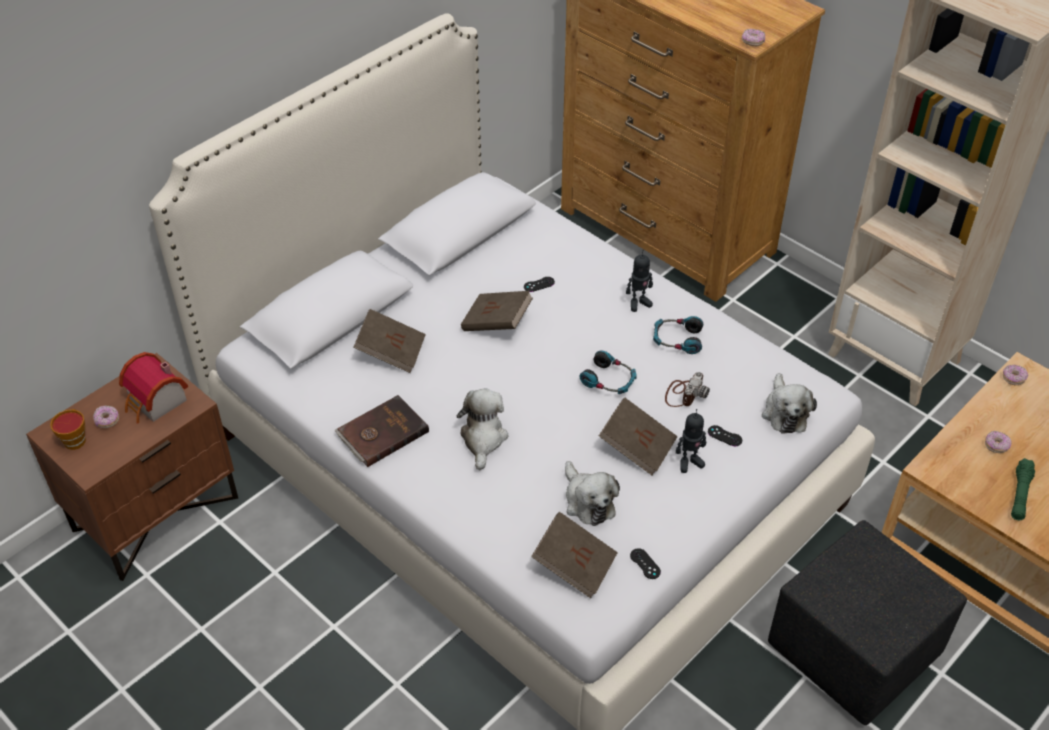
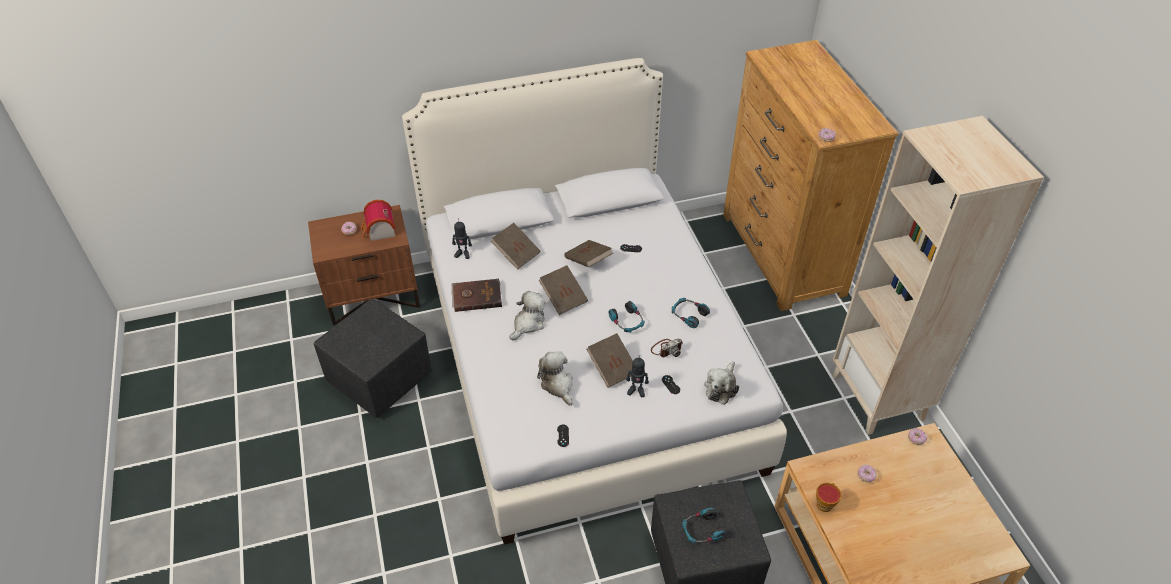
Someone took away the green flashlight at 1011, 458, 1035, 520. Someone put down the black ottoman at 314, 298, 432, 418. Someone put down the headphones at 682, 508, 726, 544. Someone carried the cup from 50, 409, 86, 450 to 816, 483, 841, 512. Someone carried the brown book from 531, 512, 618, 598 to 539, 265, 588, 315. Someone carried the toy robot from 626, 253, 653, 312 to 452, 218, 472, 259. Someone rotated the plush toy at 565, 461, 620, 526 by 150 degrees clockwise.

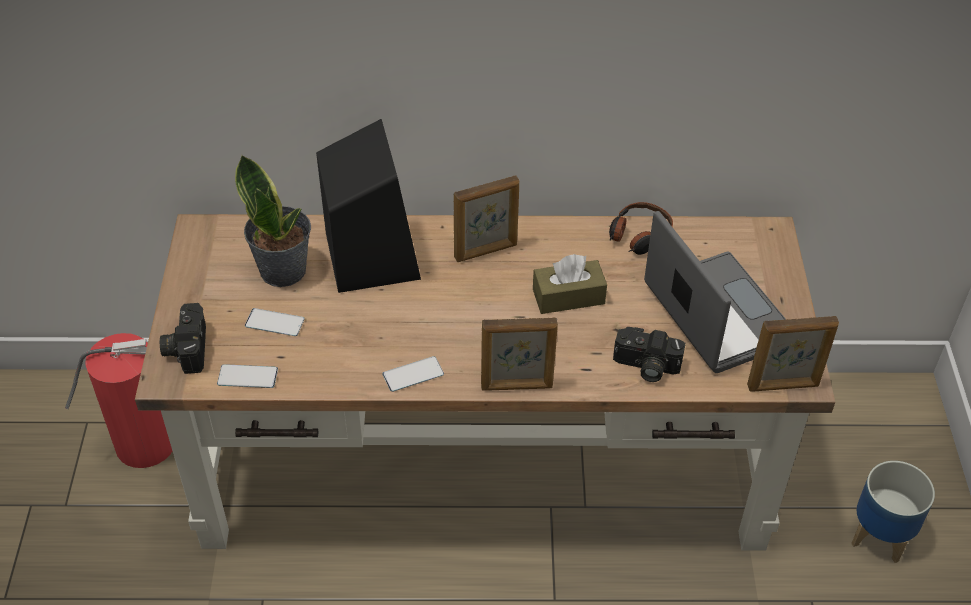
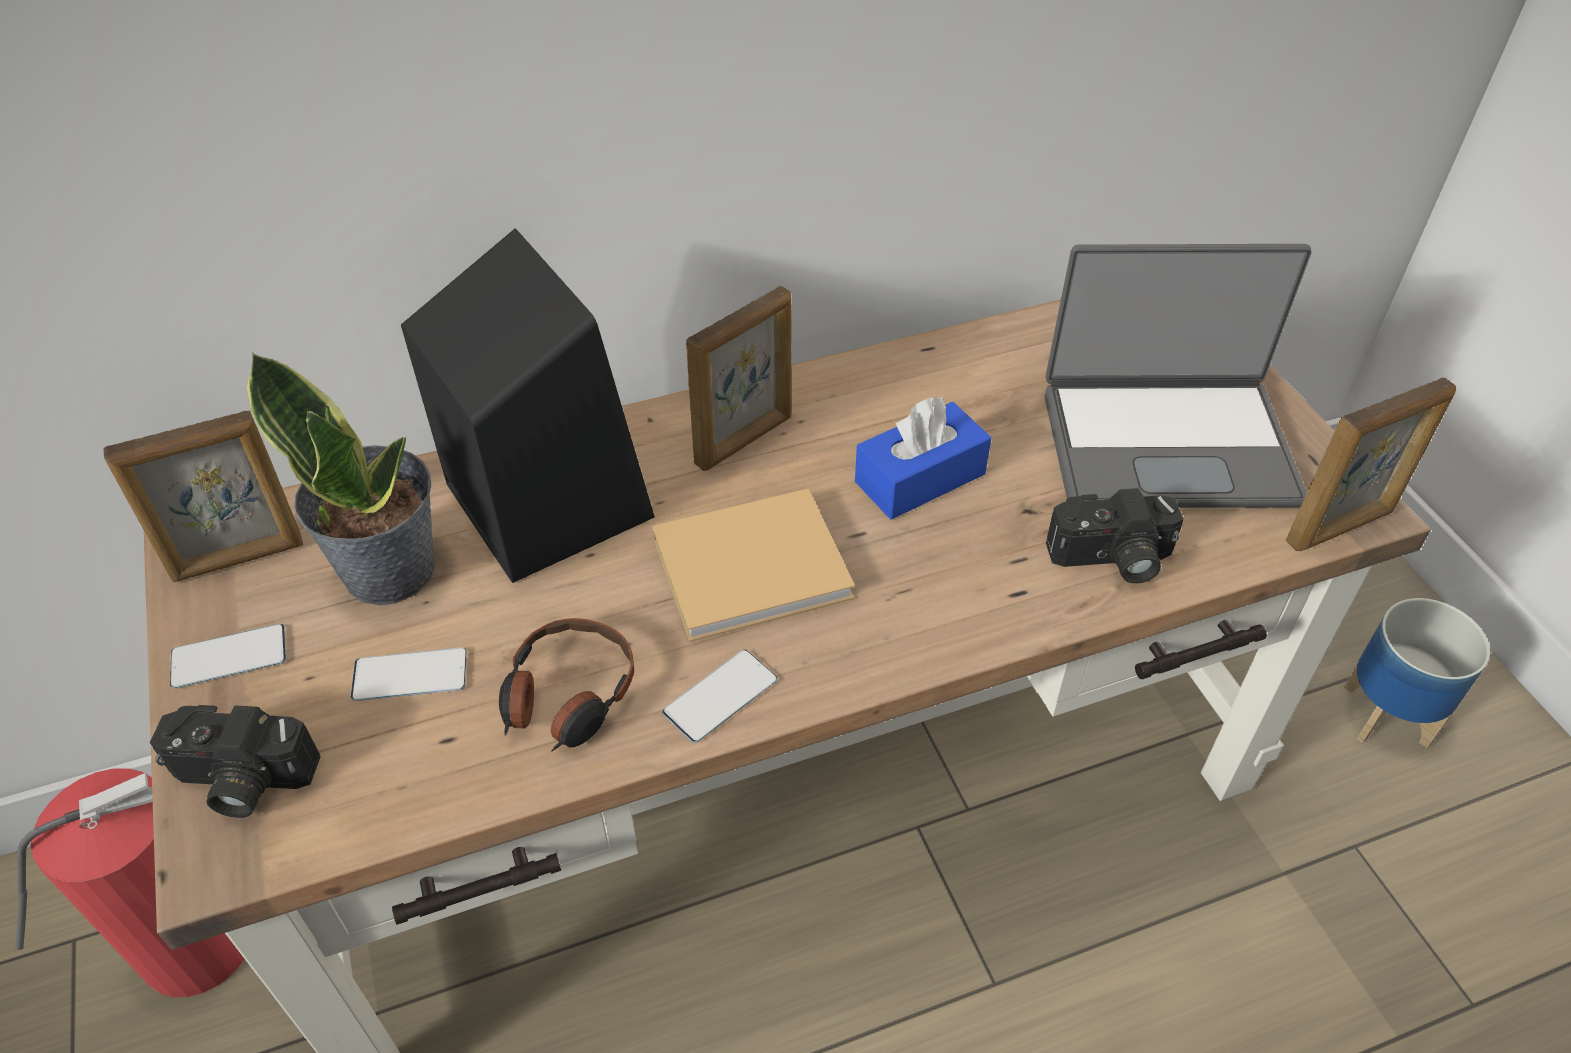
Someone put down the beige book at 652, 489, 855, 642. Someone carried the phone from 217, 364, 278, 388 to 170, 624, 287, 689. Someone carried the picture frame from 481, 318, 558, 391 to 103, 411, 303, 582. Someone carried the headphones from 609, 202, 673, 255 to 499, 618, 634, 751. Someone repainted the brown tissue box at 533, 254, 607, 314, which became the blue tissue box at 855, 396, 992, 519. Someone rotated the photo camera at 160, 303, 206, 374 by 60 degrees counterclockwise. Someone rotated the laptop at 644, 211, 786, 373 by 135 degrees clockwise.

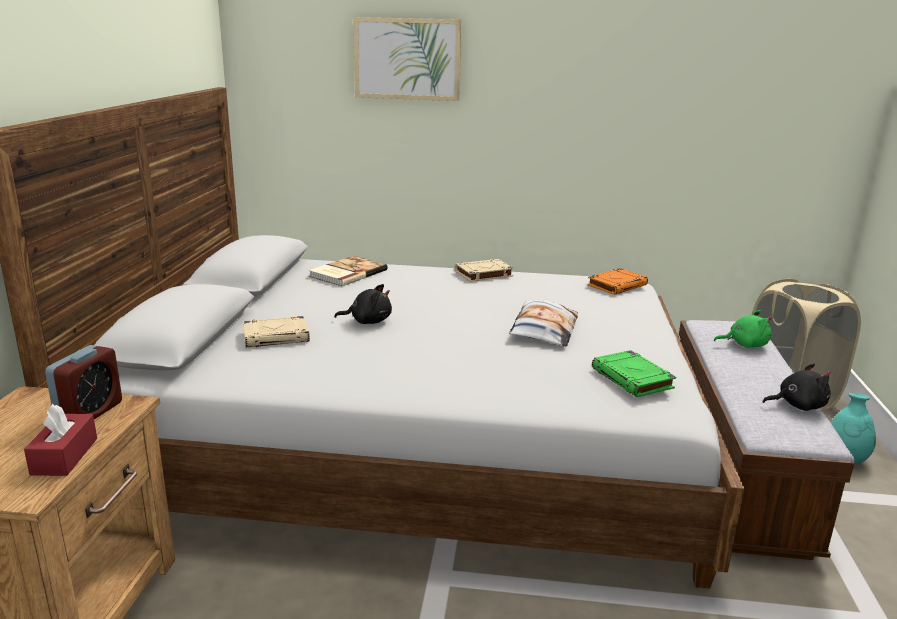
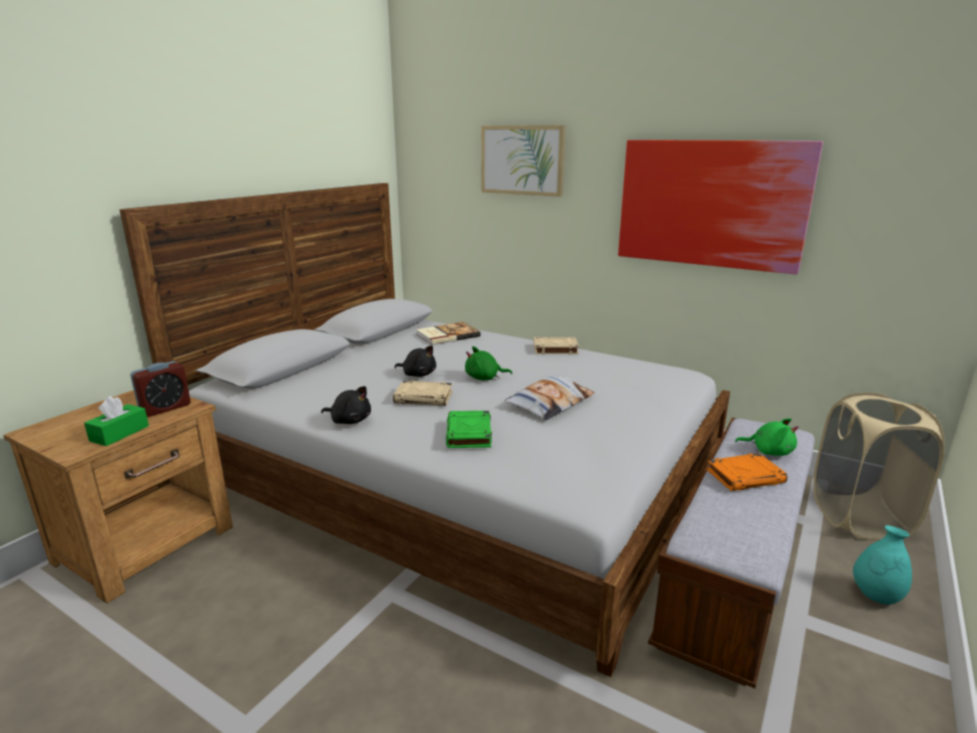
Someone put down the green plush toy at 465, 346, 512, 380. Someone put up the picture at 618, 140, 823, 274. Someone carried the beige book from 243, 316, 310, 347 to 393, 380, 453, 406. Someone carried the orange book from 587, 268, 648, 295 to 707, 453, 787, 491. Someone carried the green book from 592, 350, 676, 397 to 446, 411, 492, 448. Someone carried the black plush toy from 763, 363, 831, 411 to 321, 386, 371, 424. Someone repainted the red tissue box at 24, 404, 97, 476, which became the green tissue box at 84, 396, 149, 446.

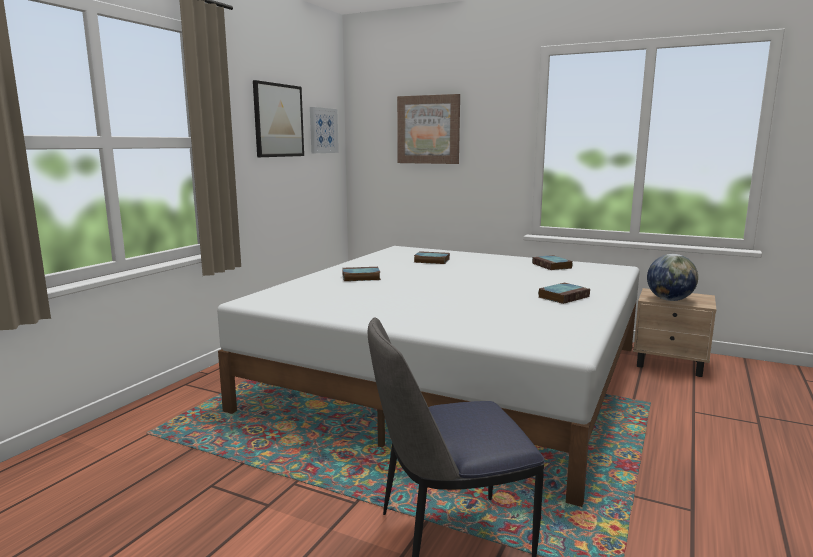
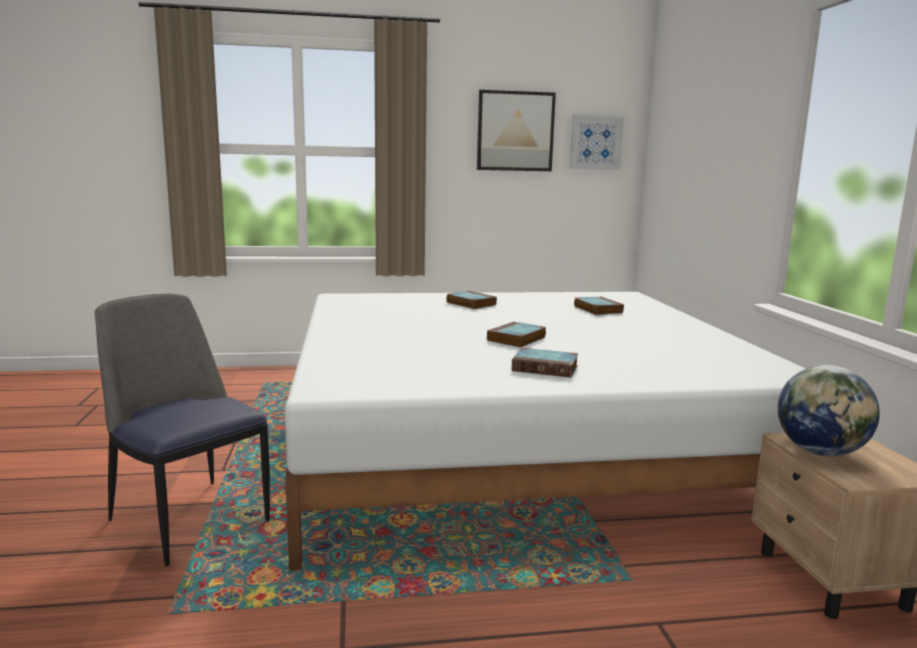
Someone took away the picture at 397, 94, 460, 164. Someone carried the book from 532, 255, 573, 270 to 487, 322, 546, 348.

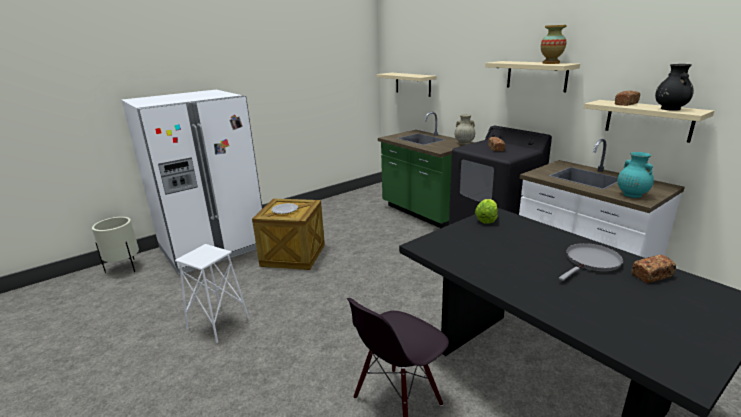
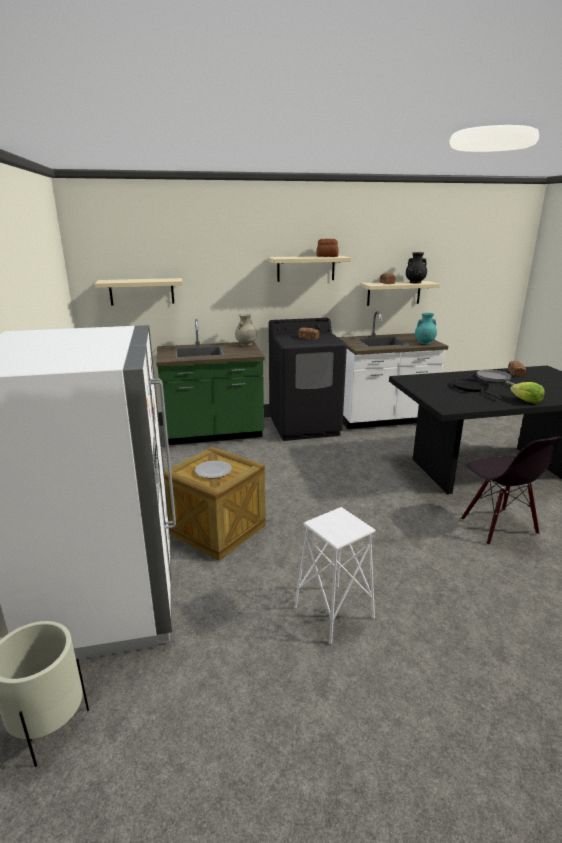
Someone put down the black frying pan at 453, 378, 502, 400. Someone carried the lettuce from 475, 199, 498, 224 to 510, 382, 545, 403. Someone swapped the vase at 541, 25, 566, 64 for the bread at 317, 239, 338, 257.

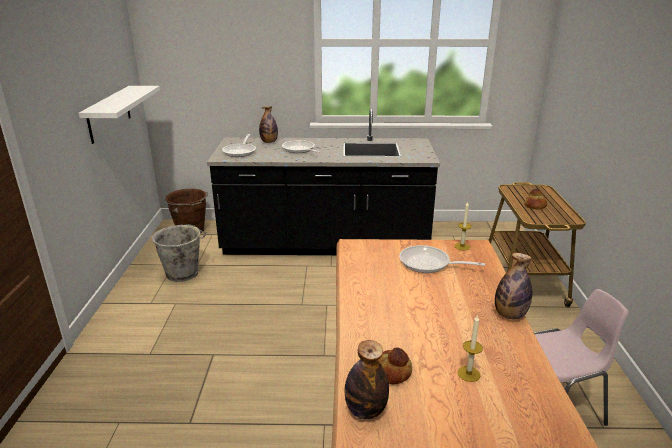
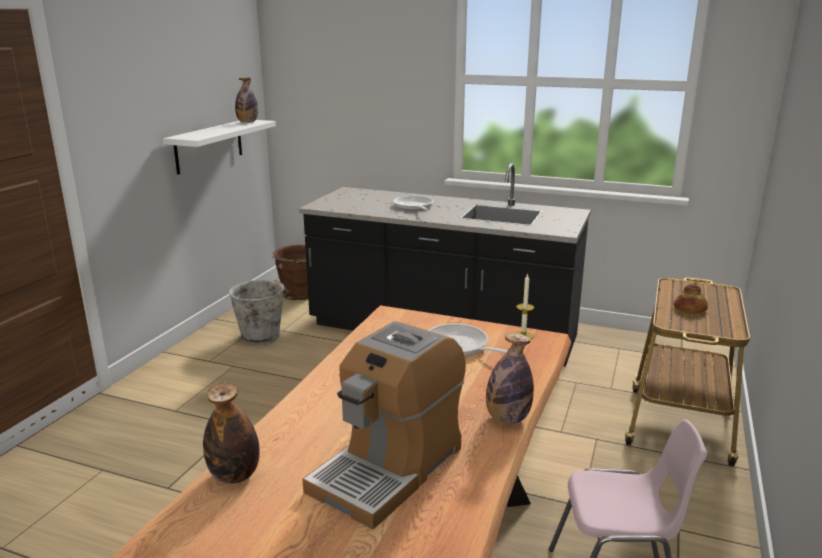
Someone took away the frying pan at 222, 134, 256, 157. Someone took away the bread at 378, 347, 412, 384. Someone carried the bottle from 259, 106, 278, 143 to 235, 78, 258, 123. Someone swapped the candle at 458, 315, 483, 382 for the coffee machine at 302, 321, 466, 529.

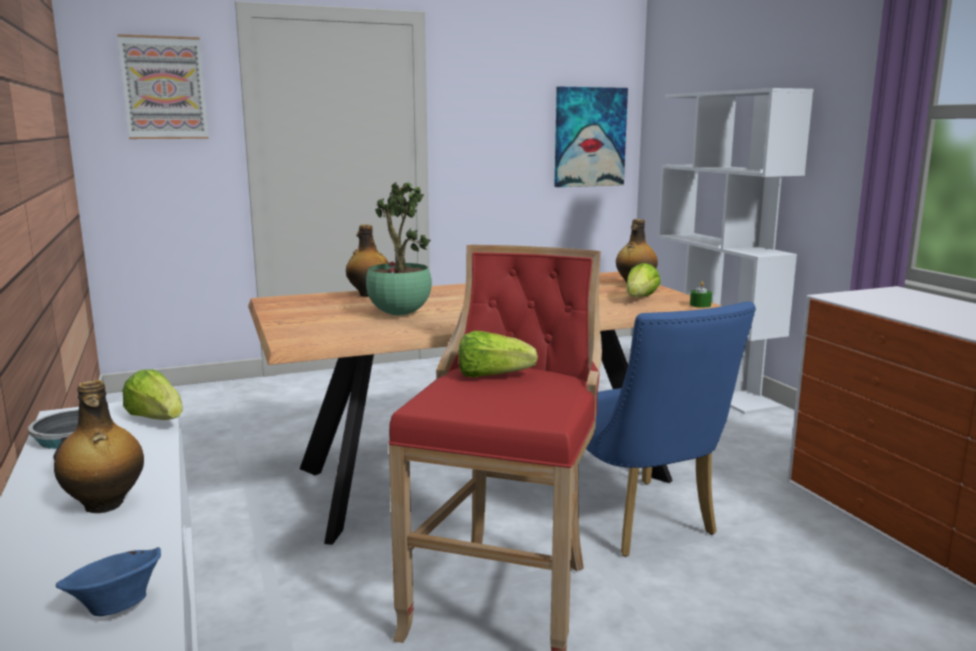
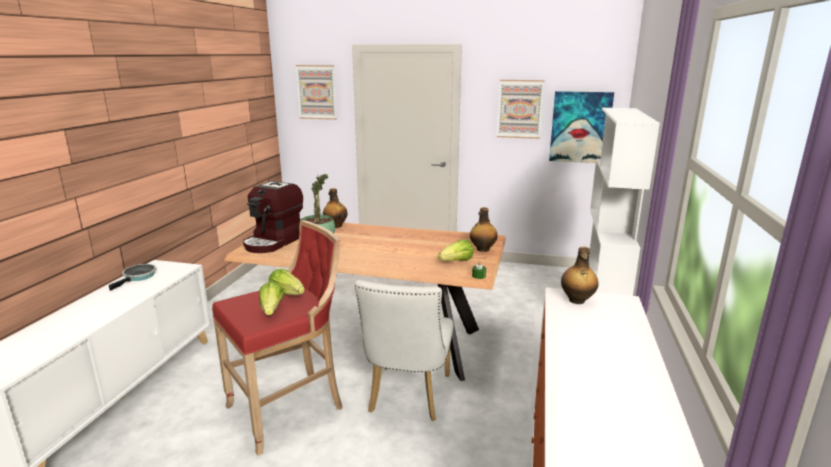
Someone took away the blue bowl at 56, 547, 161, 616. Someone put down the coffee machine at 243, 181, 303, 253. Someone put up the picture at 497, 80, 544, 139. Someone carried the bottle from 54, 380, 144, 513 to 561, 247, 599, 304. Someone carried the lettuce from 122, 369, 183, 420 to 259, 281, 285, 315. Someone repainted the blue chair at 586, 301, 756, 557, which became the white chair at 355, 280, 454, 421.

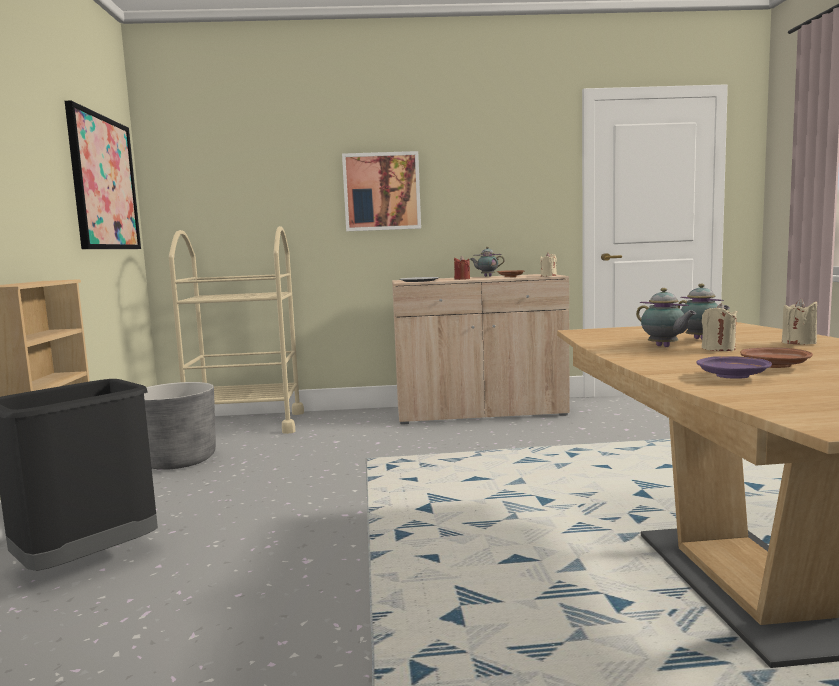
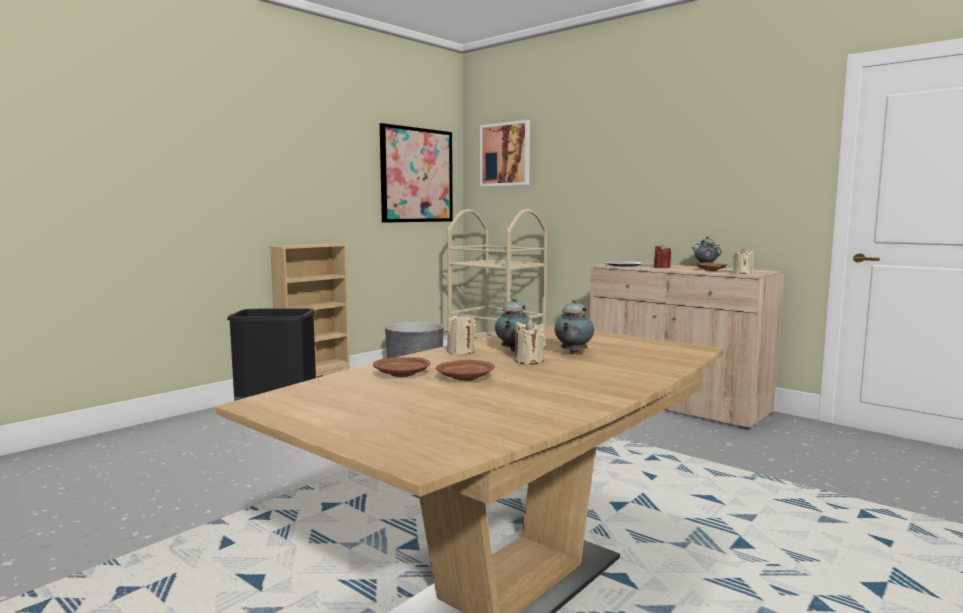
Someone carried the picture from 342, 151, 421, 231 to 480, 120, 530, 187. Someone carried the beige candle from 782, 298, 818, 344 to 447, 312, 476, 354. Someone repainted the purple plate at 696, 356, 772, 379, which became the brown plate at 373, 357, 430, 377.

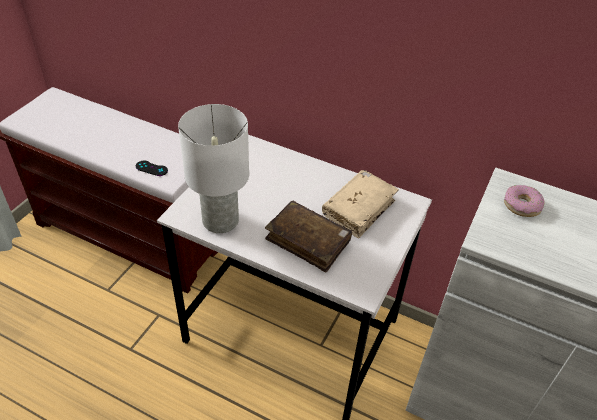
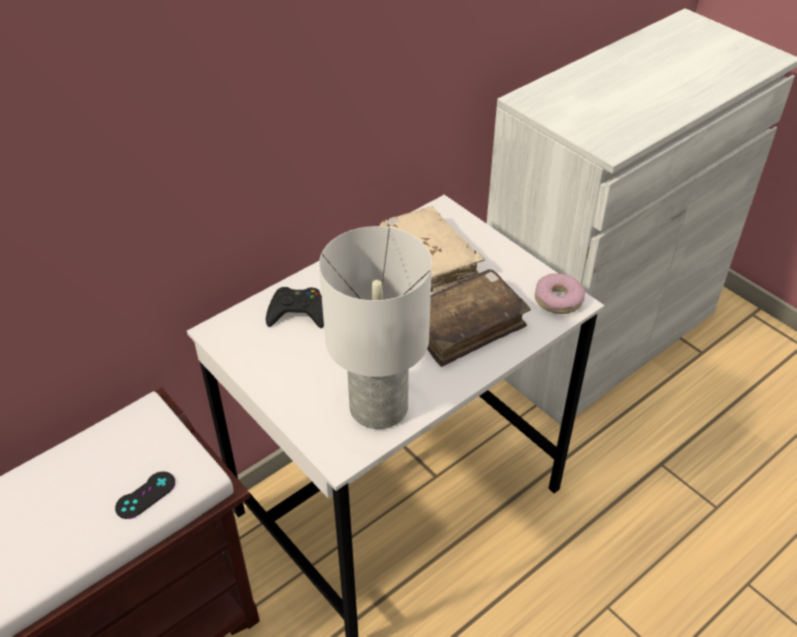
Someone put down the black game controller at 266, 287, 324, 328. Someone carried the donut from 504, 185, 544, 217 to 535, 273, 585, 314.

